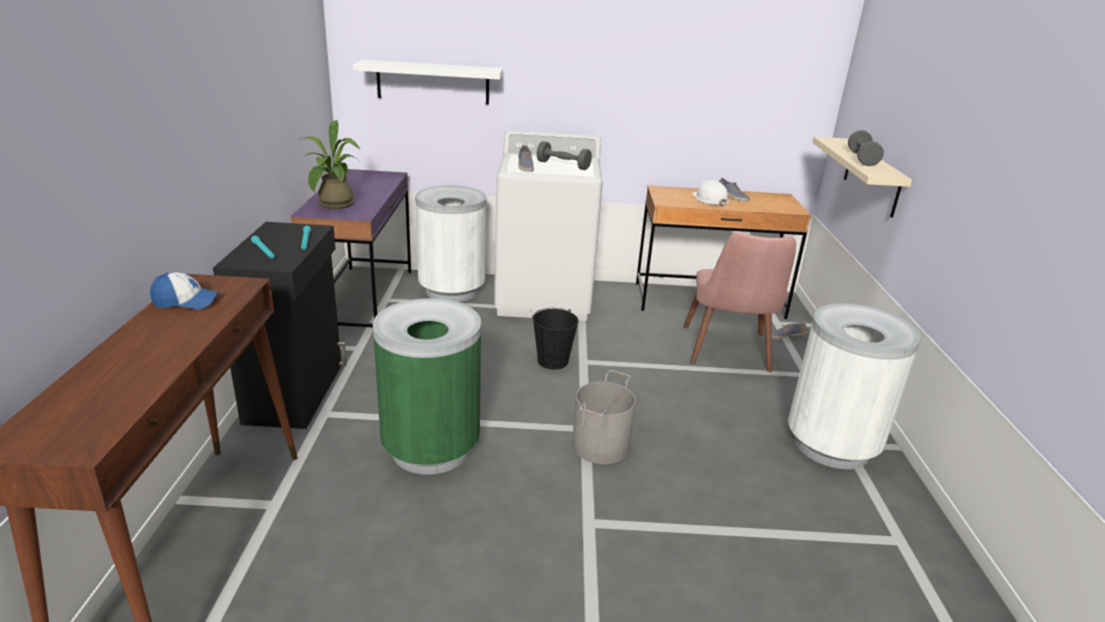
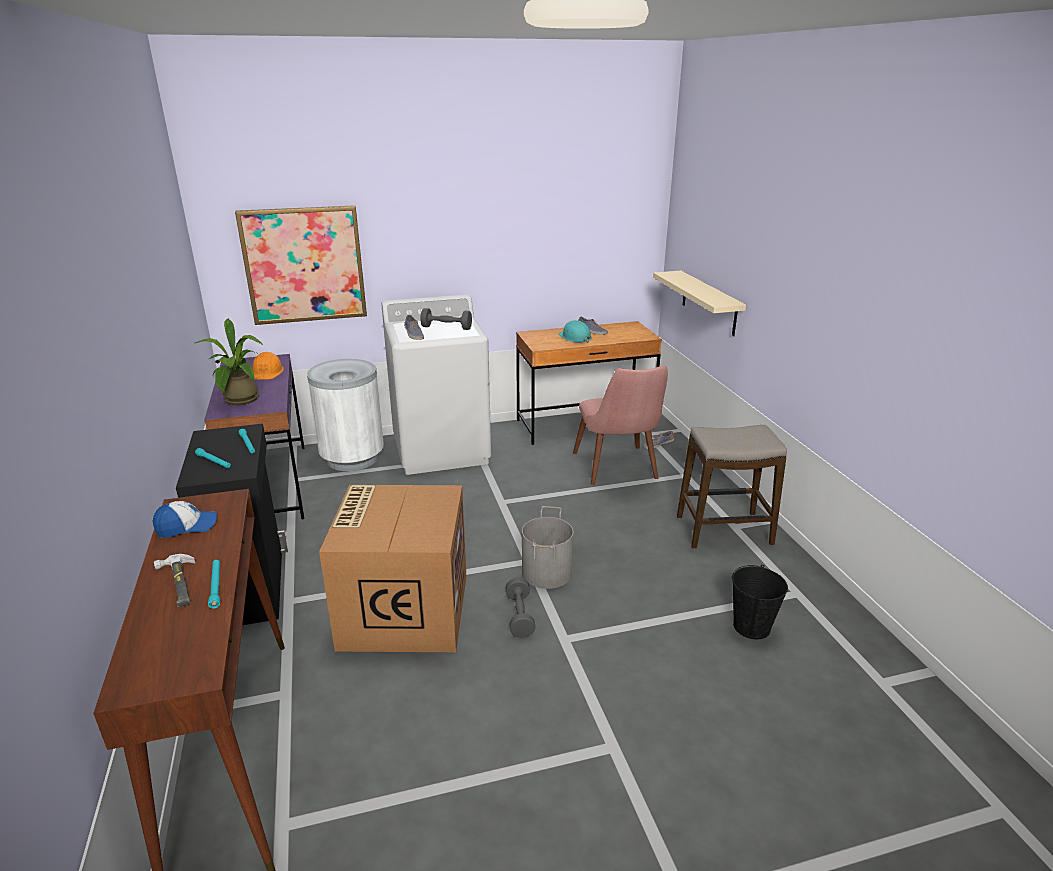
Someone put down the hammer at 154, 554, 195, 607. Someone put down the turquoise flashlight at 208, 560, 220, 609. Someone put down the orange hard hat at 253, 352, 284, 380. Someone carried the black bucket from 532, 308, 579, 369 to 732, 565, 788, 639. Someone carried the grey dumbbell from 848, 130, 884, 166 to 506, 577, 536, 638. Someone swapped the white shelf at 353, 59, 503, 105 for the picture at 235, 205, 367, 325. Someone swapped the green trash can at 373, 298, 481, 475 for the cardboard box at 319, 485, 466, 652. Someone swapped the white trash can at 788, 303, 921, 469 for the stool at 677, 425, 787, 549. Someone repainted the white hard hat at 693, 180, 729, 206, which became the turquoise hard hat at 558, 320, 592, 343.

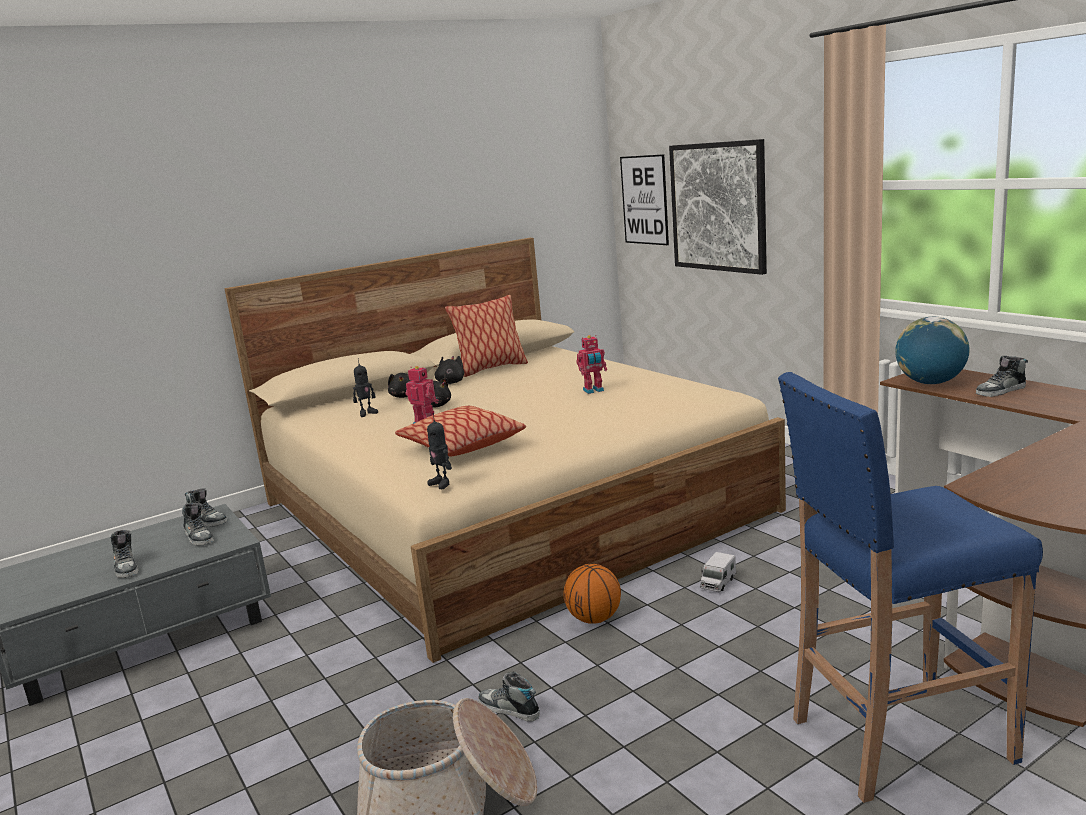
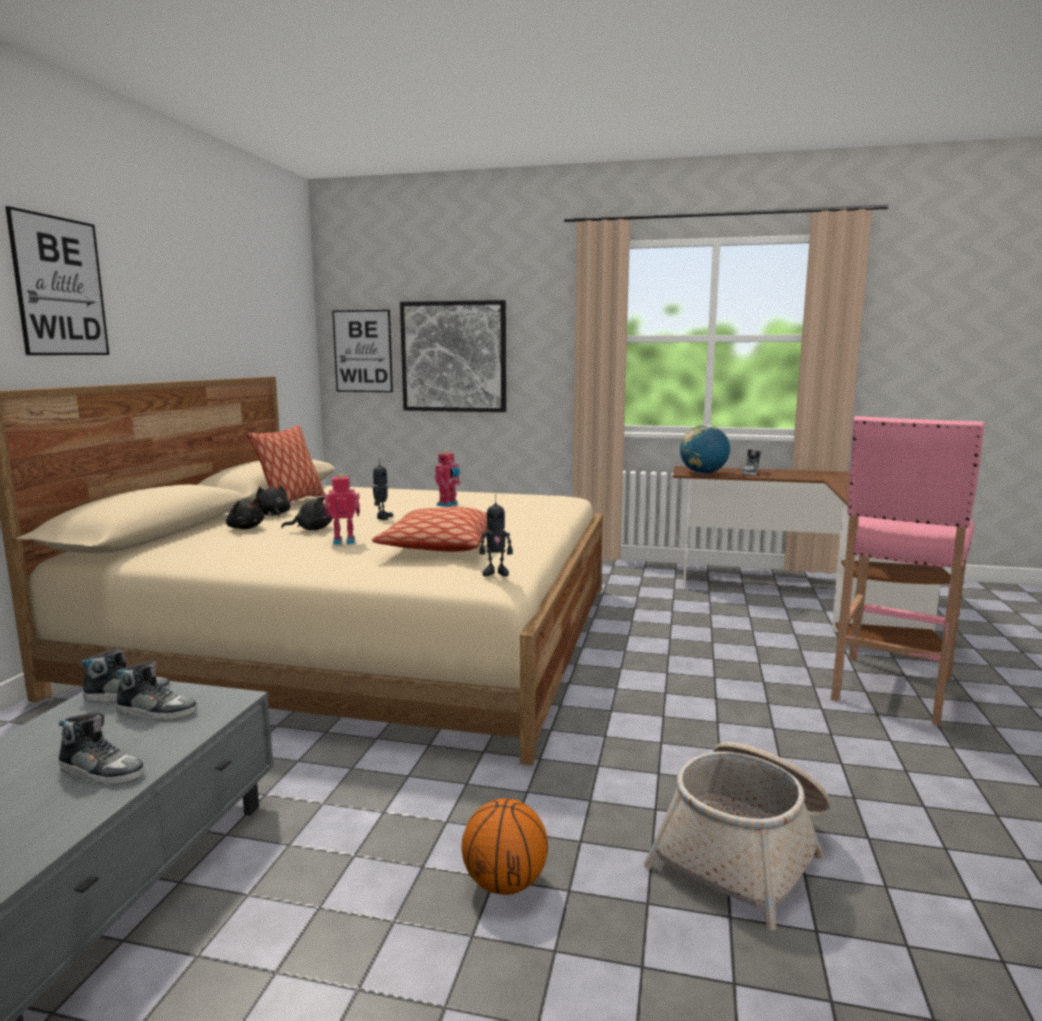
Someone took away the shoe at 478, 671, 540, 722. Someone took away the toy truck at 700, 552, 736, 592. Someone put up the picture at 5, 206, 109, 355. Someone carried the toy robot from 353, 358, 378, 417 to 373, 458, 393, 520. Someone carried the basketball from 563, 564, 621, 624 to 462, 798, 548, 895. Someone repainted the blue stool at 778, 372, 1043, 803, which became the pink stool at 831, 416, 985, 726.

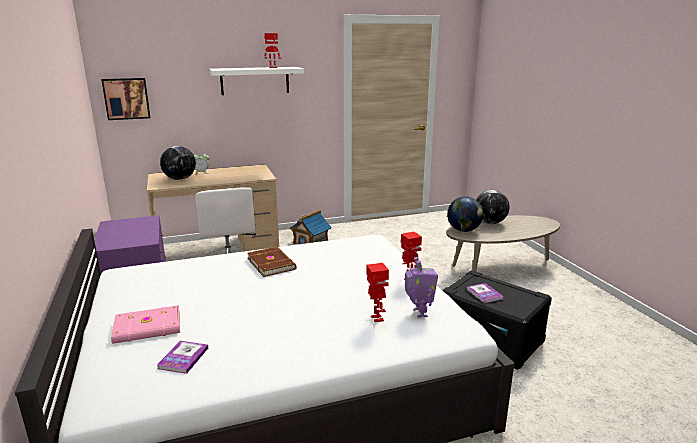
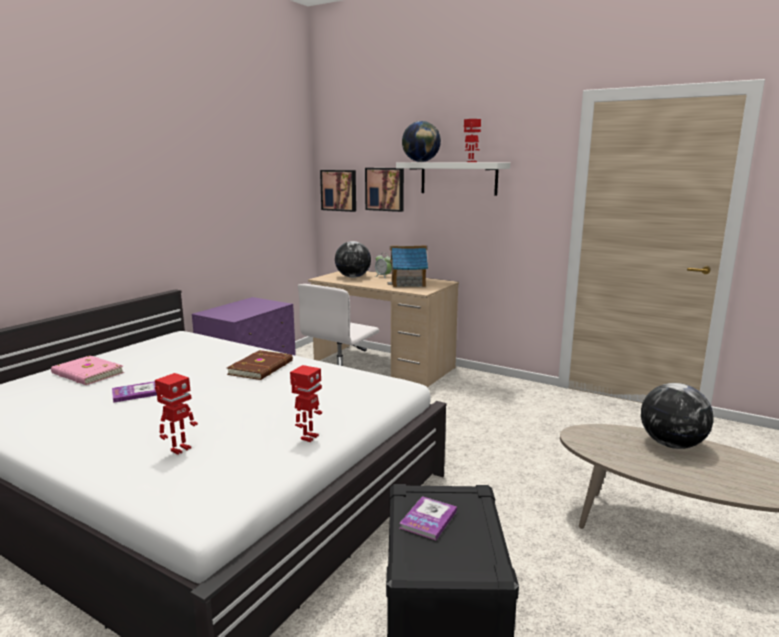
Someone took away the toy robot at 405, 257, 438, 318. Someone put up the picture at 365, 168, 404, 212. Someone carried the book from 157, 341, 208, 374 to 112, 381, 157, 403. Someone carried the toy house from 290, 210, 331, 244 to 387, 245, 428, 287. Someone carried the globe from 447, 196, 483, 232 to 402, 121, 441, 162.

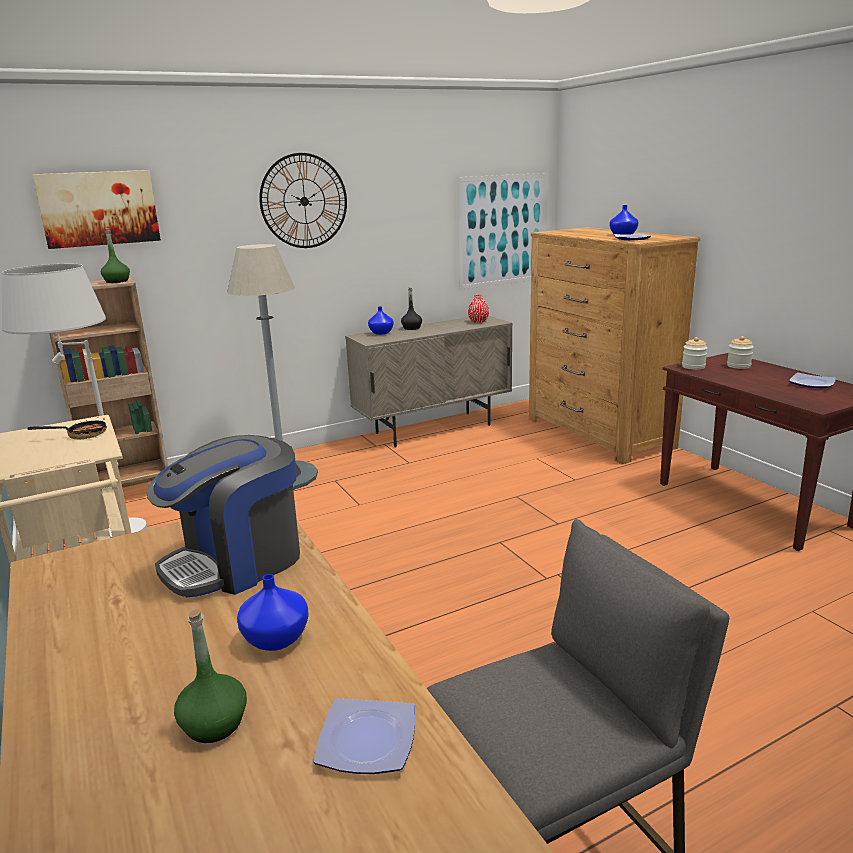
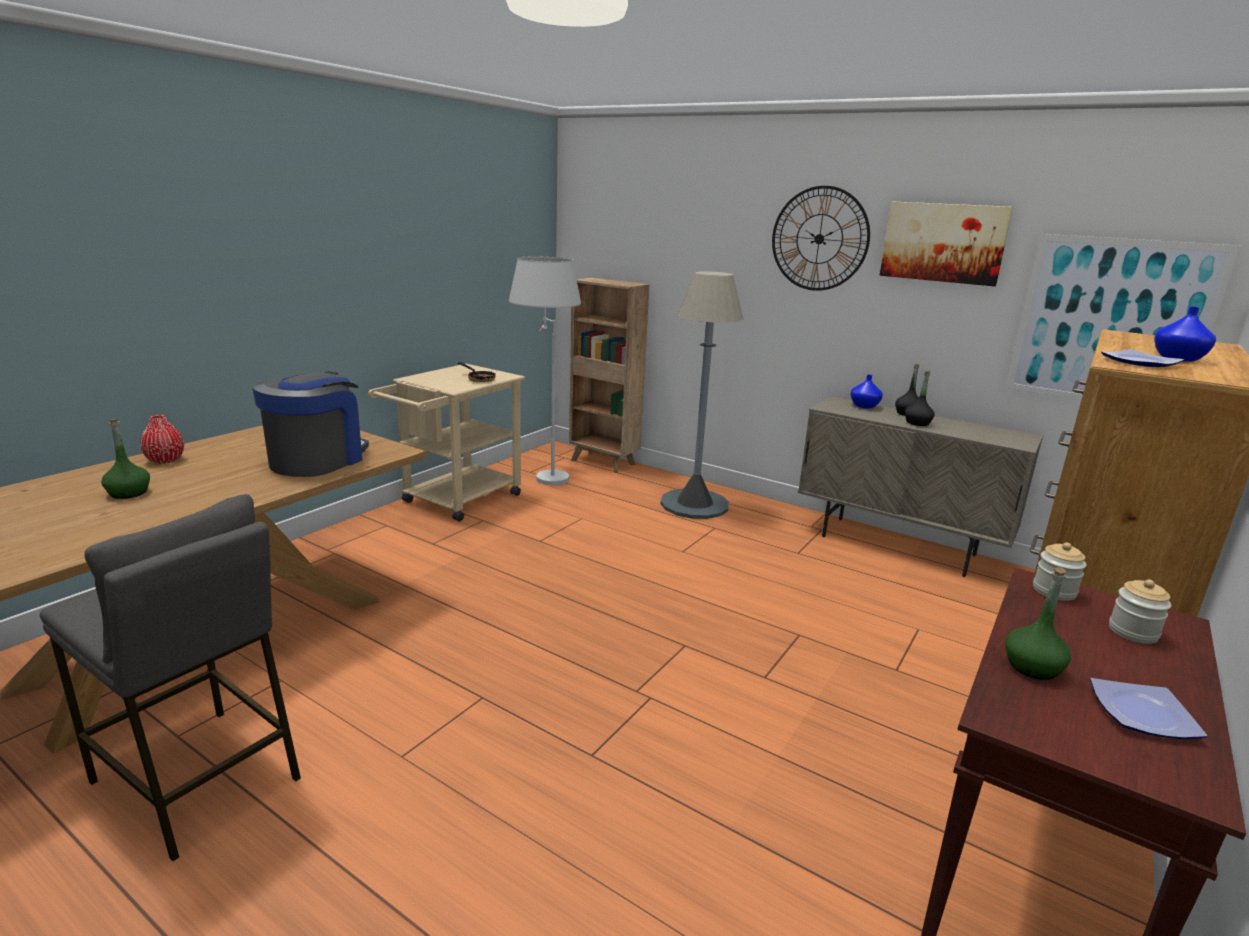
Someone took away the blue vase at 237, 574, 309, 651. Someone took away the plate at 314, 699, 415, 774. Someone put down the black bottle at 905, 371, 935, 426. Someone carried the picture from 32, 170, 161, 249 to 879, 202, 1013, 286. Someone carried the green bottle from 101, 228, 130, 283 to 1005, 567, 1071, 680. Someone carried the red vase from 468, 295, 489, 323 to 140, 415, 184, 464. Someone rotated the coffee machine at 147, 435, 300, 597 by 90 degrees clockwise.

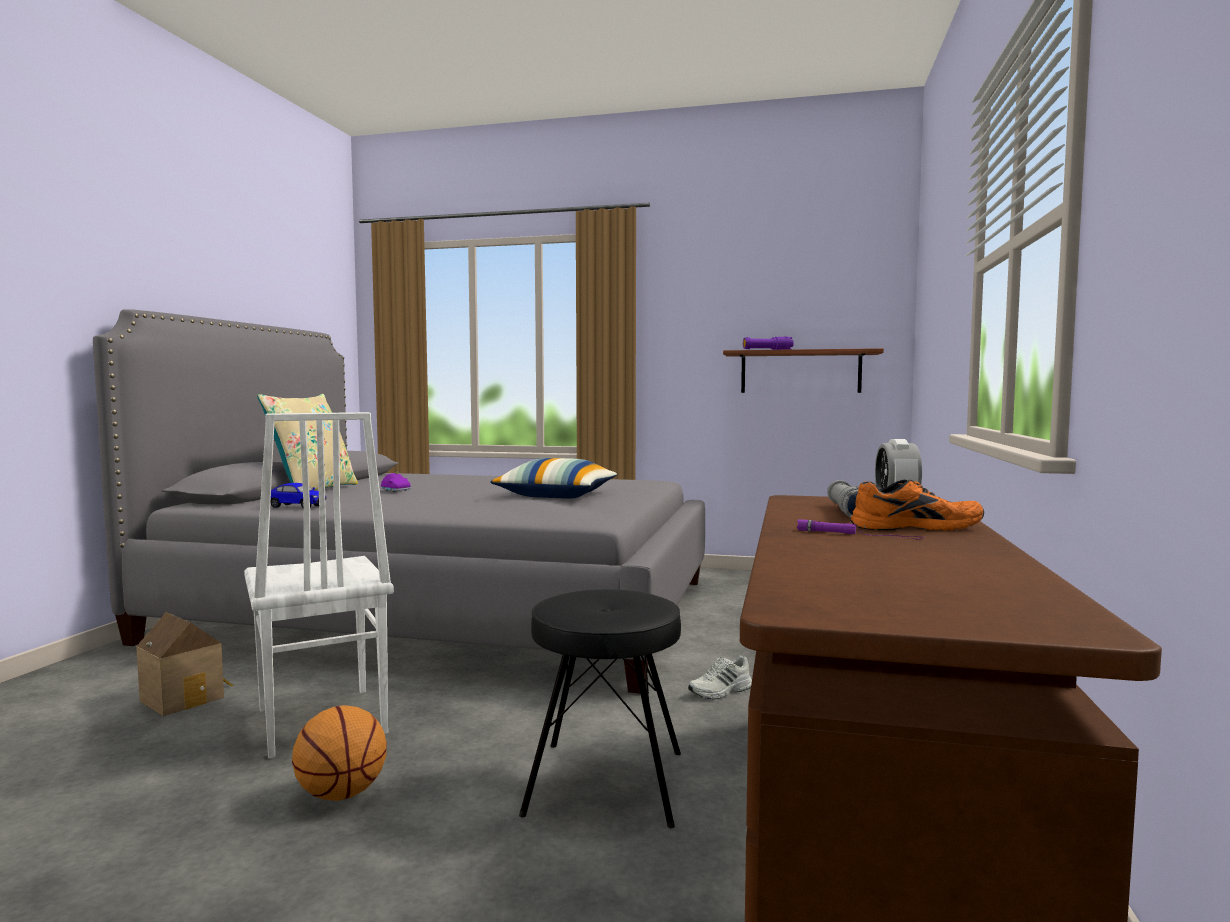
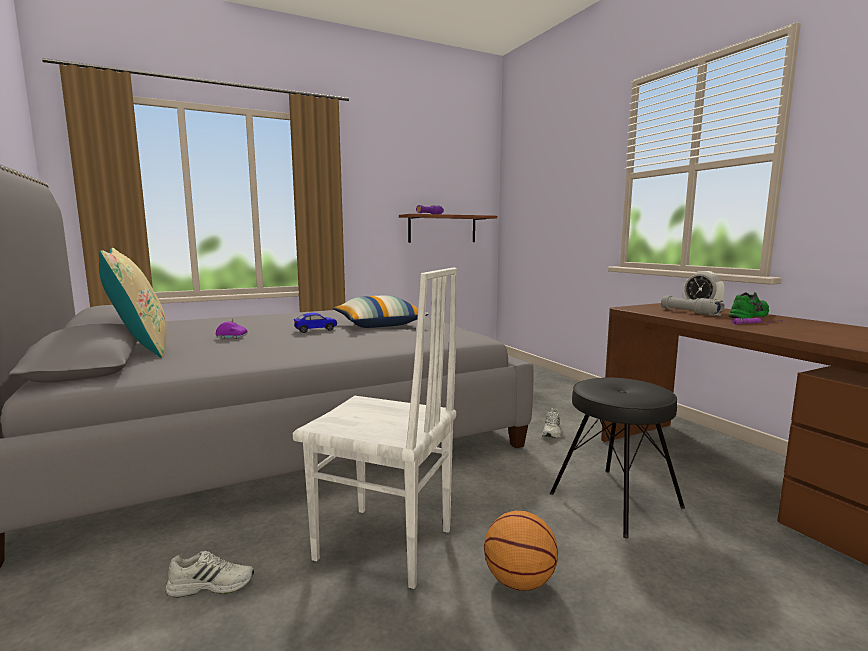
Someone carried the toy car from 271, 483, 326, 508 to 294, 313, 337, 333. Someone swapped the toy house at 136, 612, 233, 716 for the white shoe at 165, 551, 254, 598. Someone repainted the orange shoe at 851, 480, 984, 531, which became the green shoe at 729, 292, 769, 318.

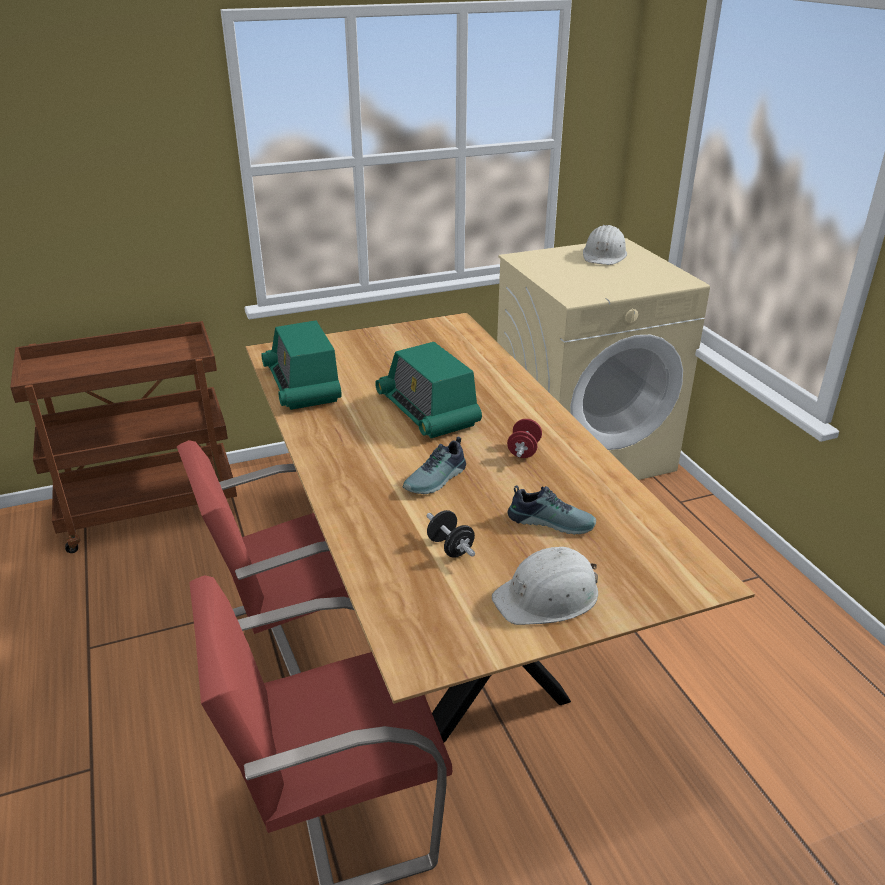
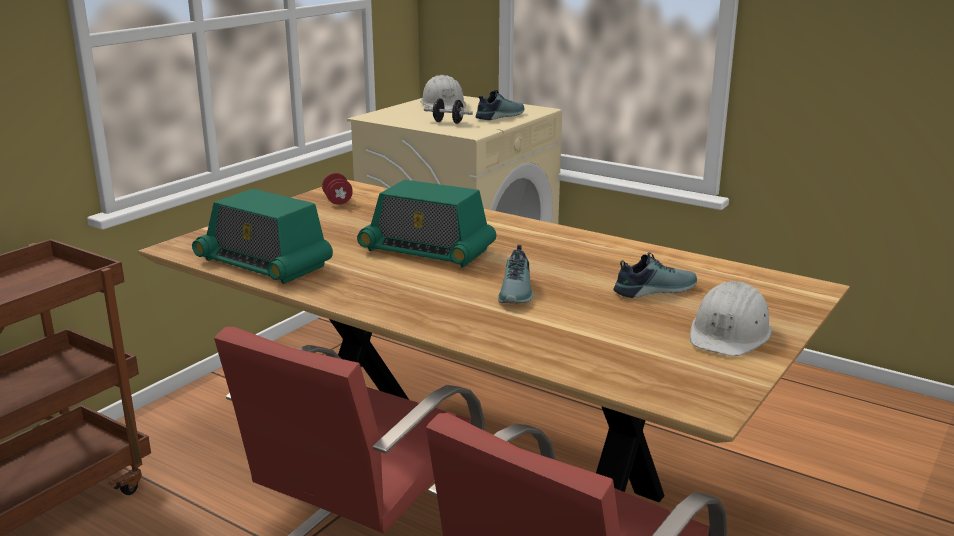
Someone put down the shoe at 475, 90, 525, 120. Someone carried the black dumbbell from 427, 510, 475, 558 to 424, 98, 473, 124. Someone carried the red dumbbell from 507, 419, 542, 458 to 322, 173, 353, 205.

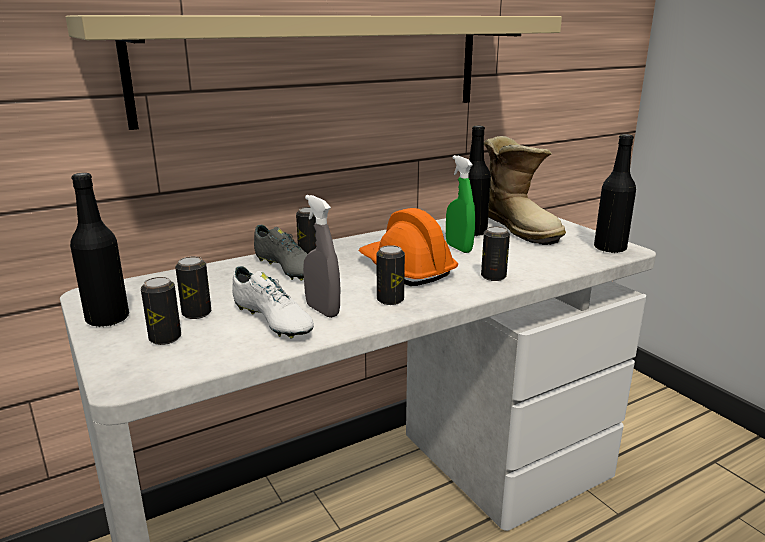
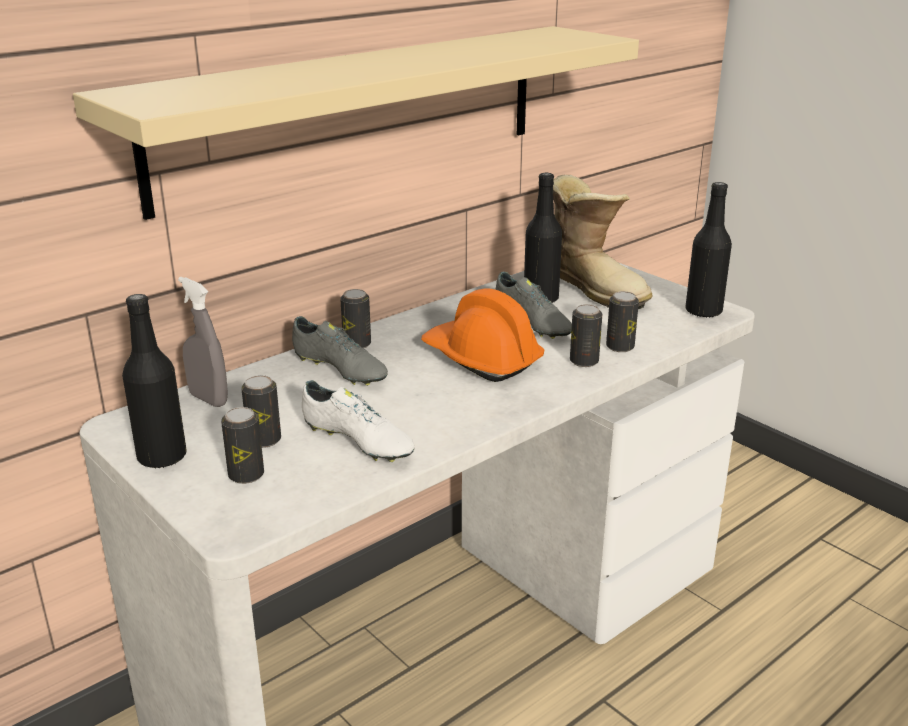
Someone carried the grey spray bottle from 303, 195, 340, 318 to 178, 277, 228, 407. Someone carried the can from 377, 245, 405, 305 to 606, 291, 639, 352. Someone swapped the green spray bottle at 446, 155, 475, 253 for the grey shoe at 495, 272, 572, 339.

